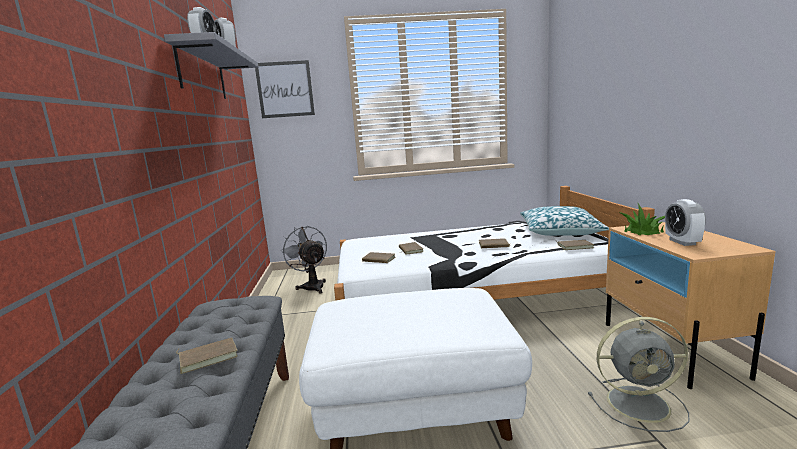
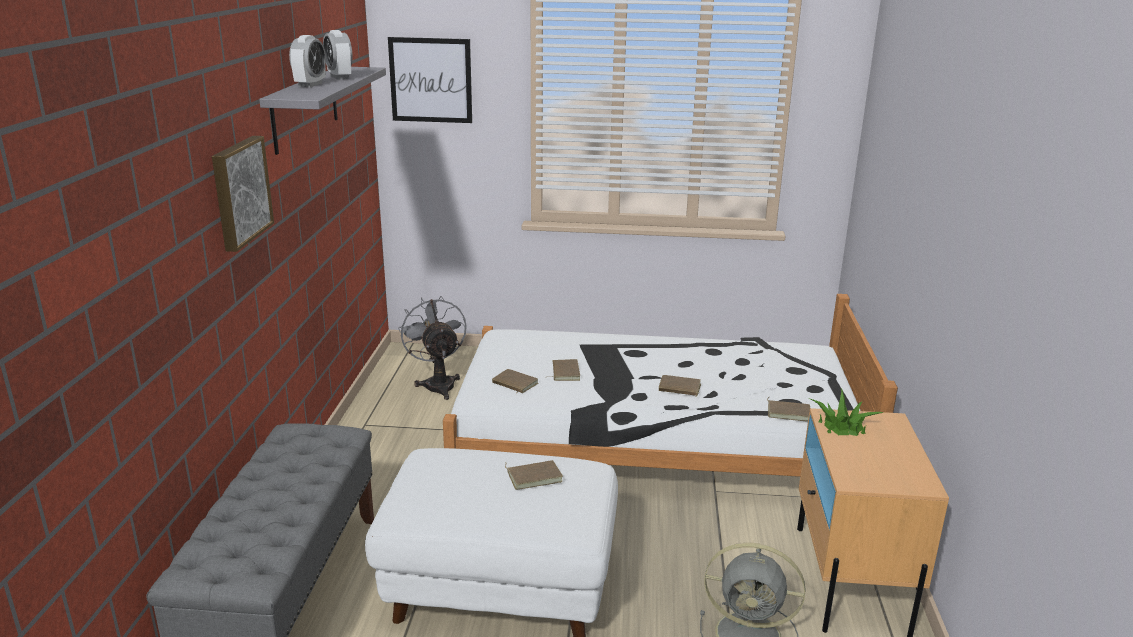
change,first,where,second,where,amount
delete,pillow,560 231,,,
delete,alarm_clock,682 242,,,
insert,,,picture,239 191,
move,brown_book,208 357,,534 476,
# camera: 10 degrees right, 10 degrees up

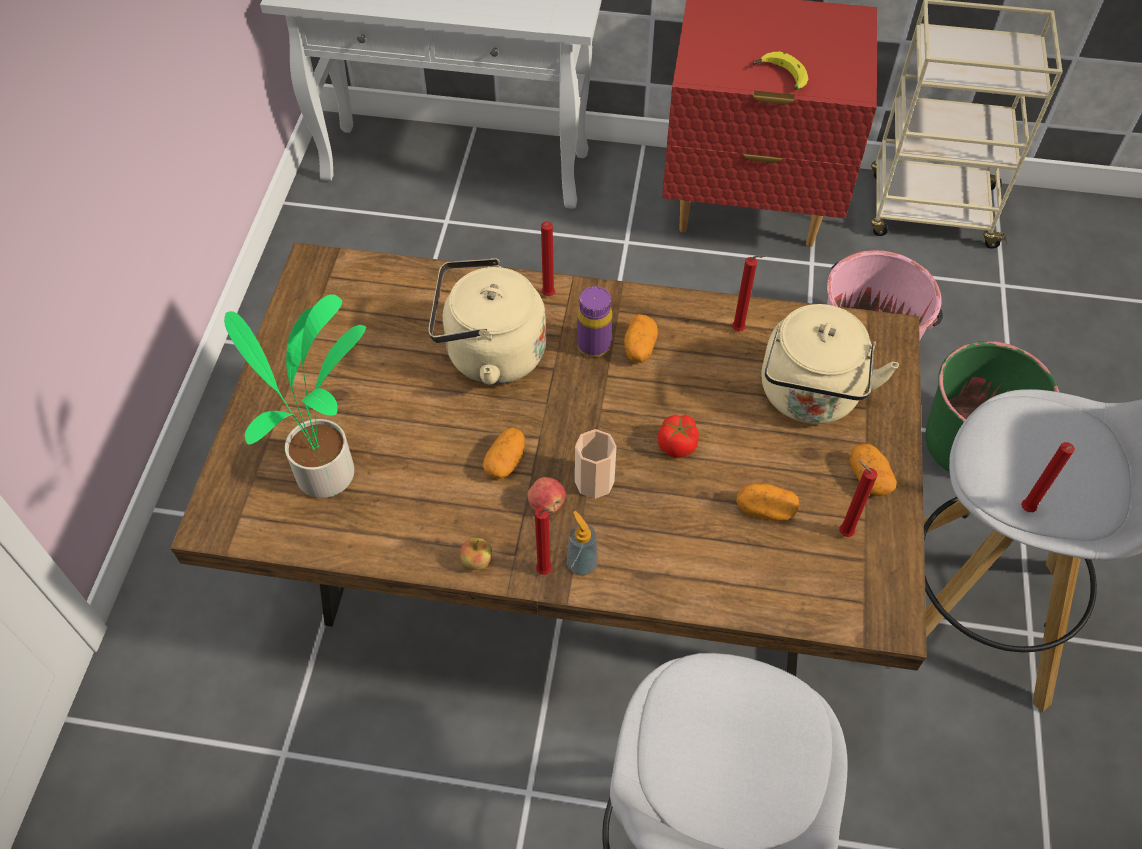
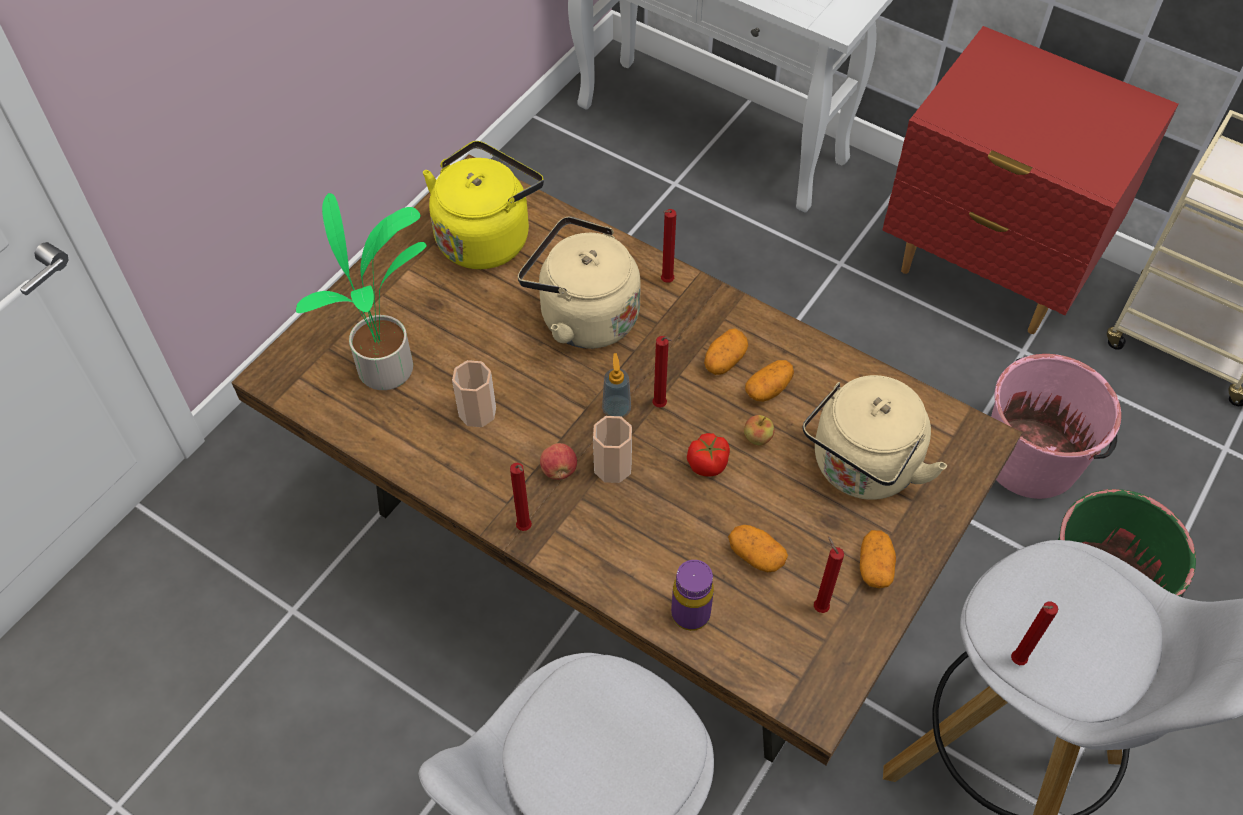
change,first,where,second,where,amount
delete,banana,780 77,,,
insert,,,yellow_kettle,486 236,
insert,,,cup,477 412,
move,apple,477 561,,757 438,
move,potato,505 461,,768 389,
move,soap_dispenser,582 564,,616 409,
move,purple_bottle,593 345,,690 614,
move,red_candle,740 330,,661 406,
# camera: 25 degrees right, 0 degrees up

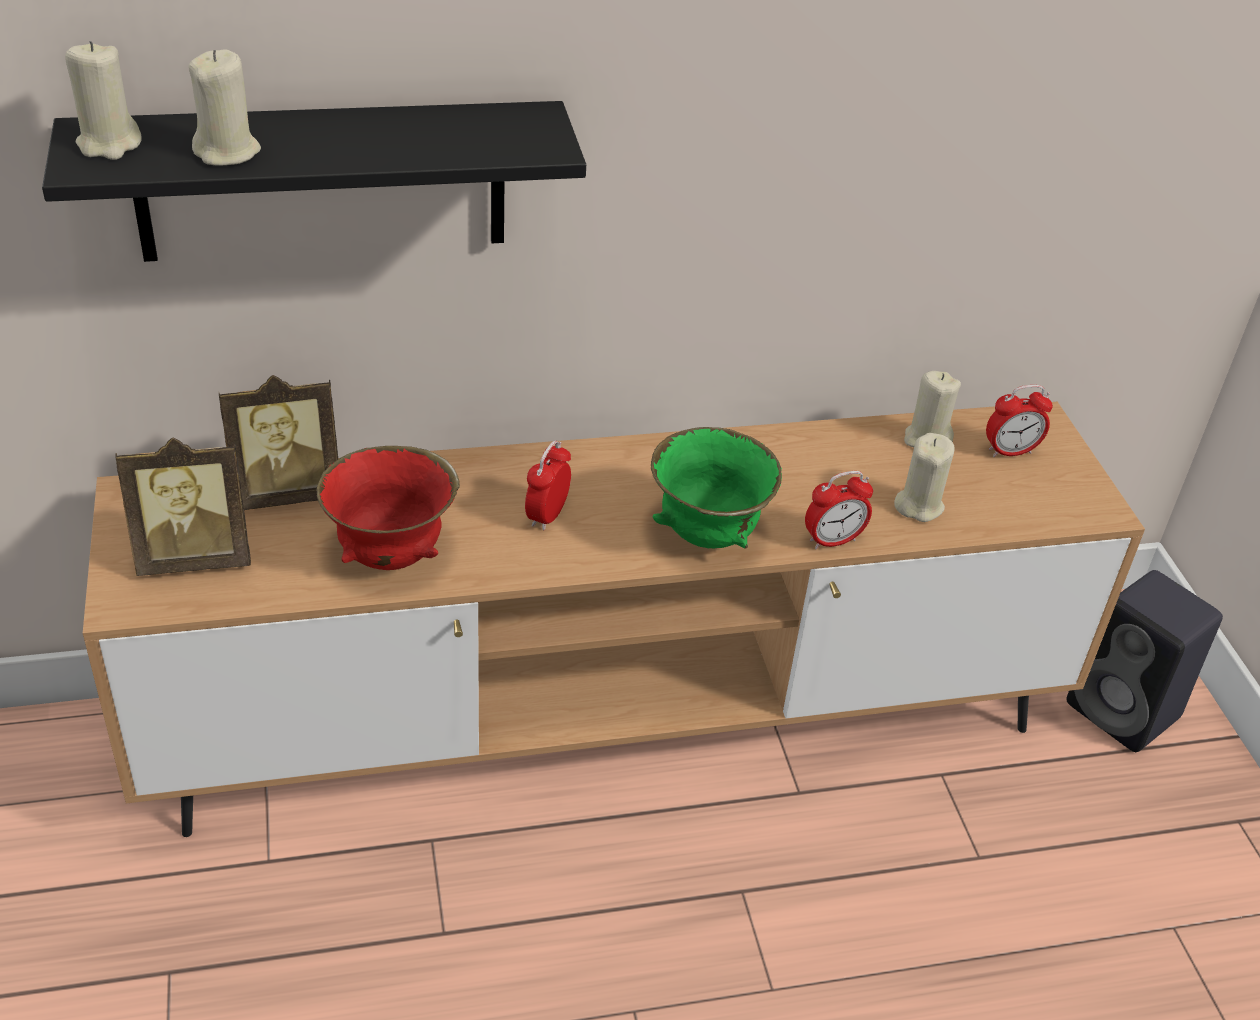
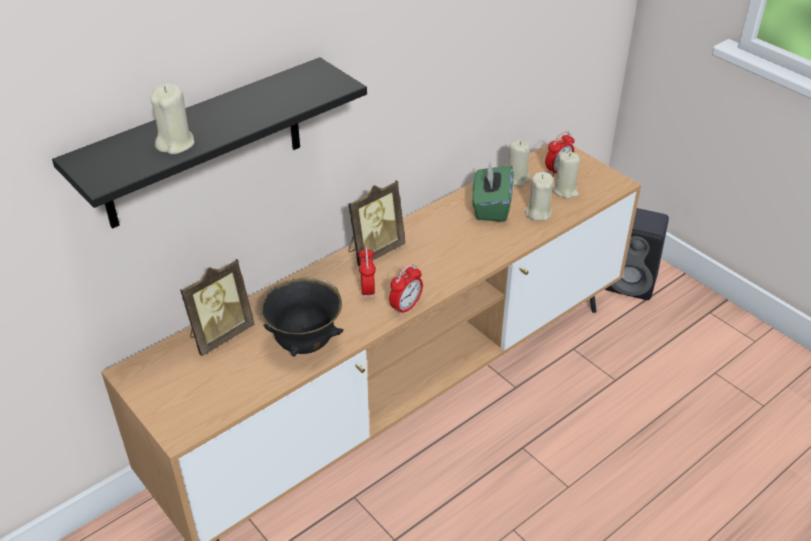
change,first,where,second,where,amount
delete,green_bowl,707 536,,,
insert,,,green_tissue_box,491 207,
move,beige_candle,109 144,,565 191,
move,picture_frame,195 557,,374 251,
move,alarm_clock,832 540,,406 307,
recolor,red_bowl,392 556,black_bowl,306 344,
# camera: 25 degrees left, 0 degrees up

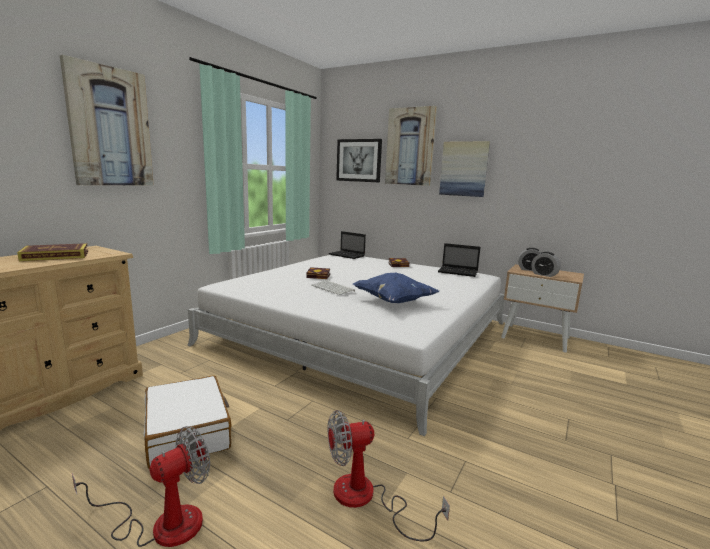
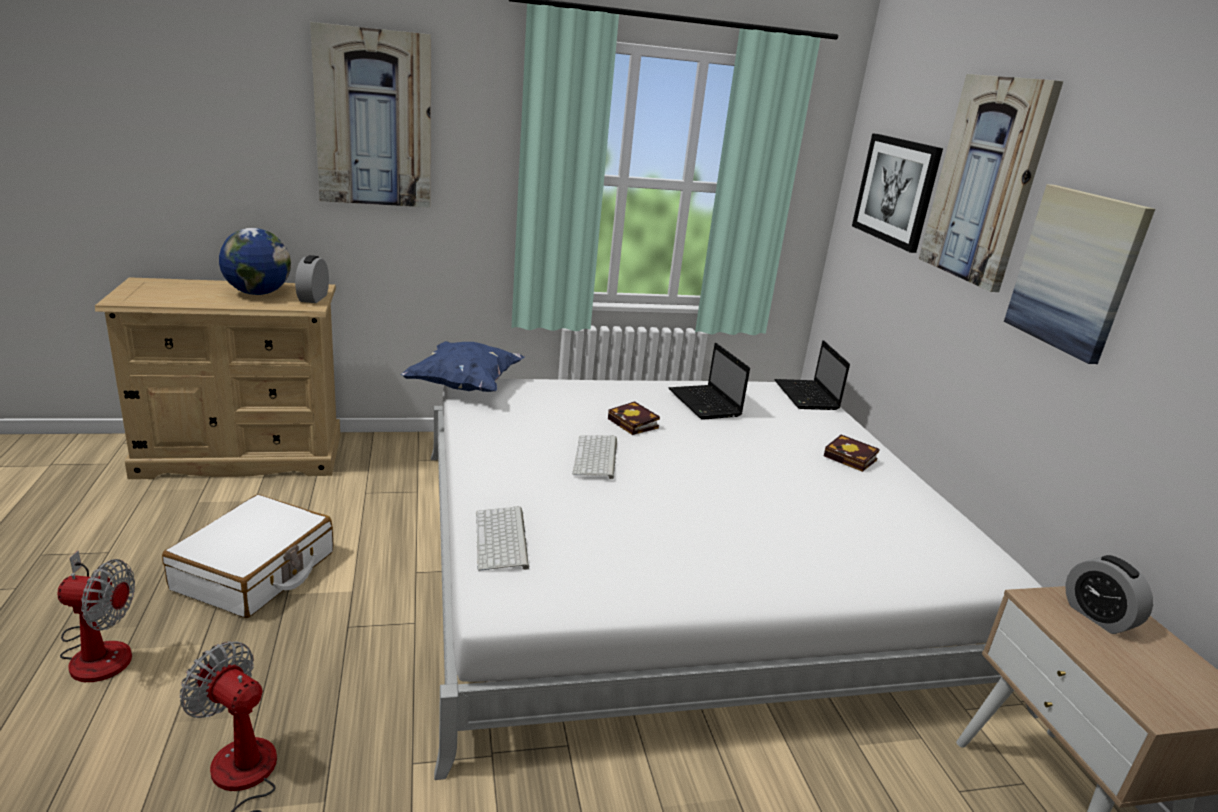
change,first,where,second,where,amount
insert,,,keyboard,503 540,
move,blue_pillow,393 301,,465 386,
move,laptop,458 272,,705 404,
move,alarm_clock,544 275,,313 298,
replace,book,56 256,globe,258 293,
# camera: 45 degrees right, 10 degrees up

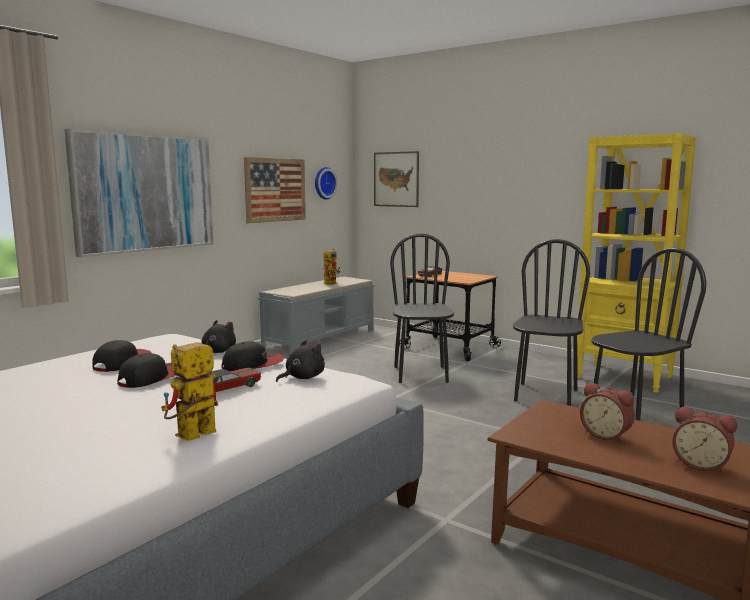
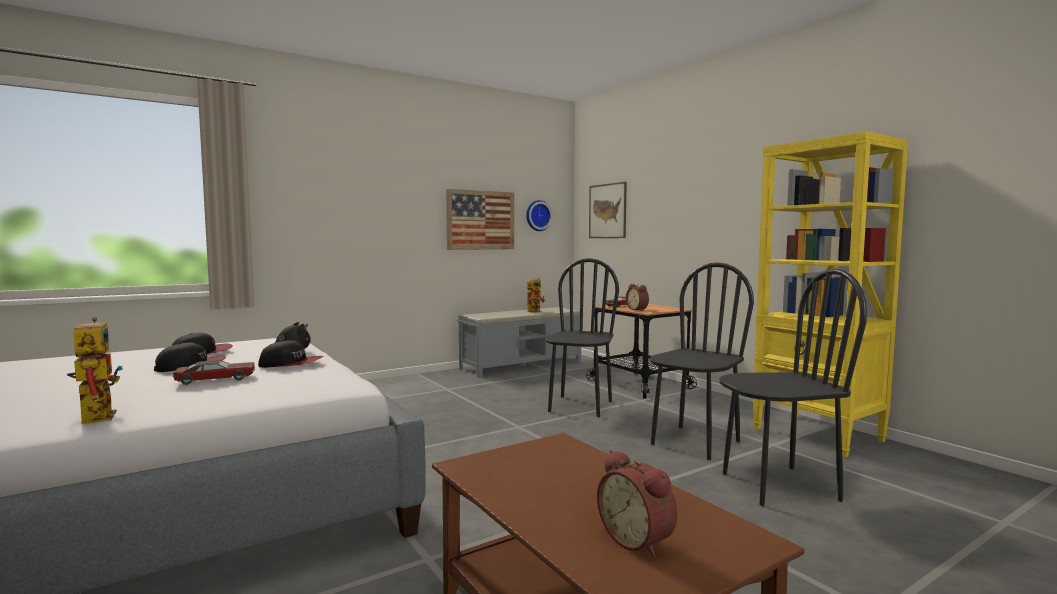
change,first,where,second,where,amount
delete,picture,144 192,,,
delete,black_plush_toy,302 378,,,
move,alarm_clock,606 435,,638 309,
rotate,toy_robot,190 437,,95 415,90 degrees clockwise
# camera: 20 degrees right, 5 degrees down

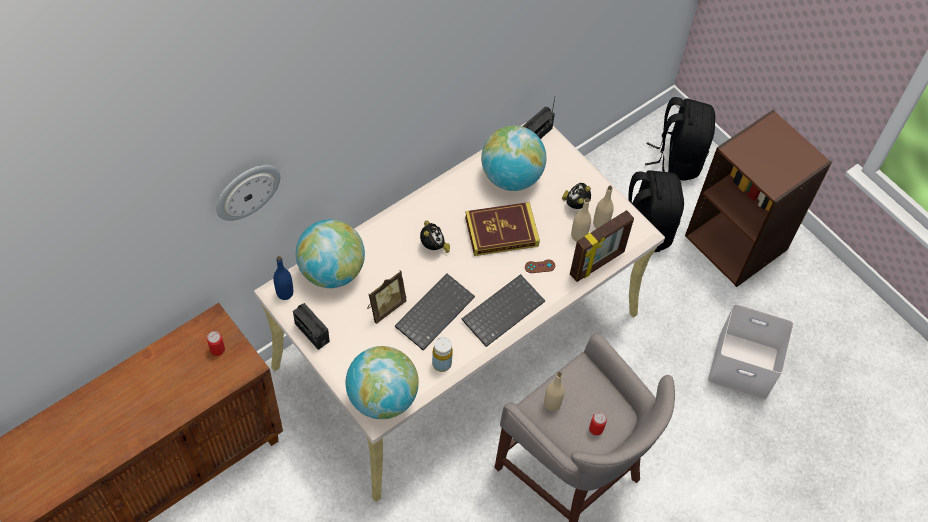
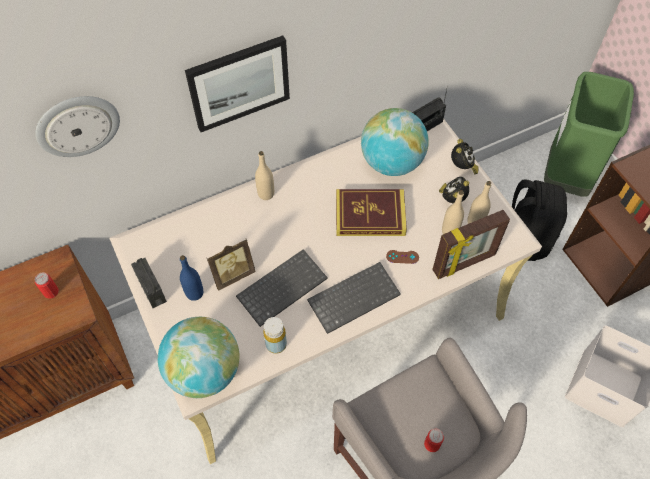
change,first,where,second,where,amount
delete,globe,331 271,,,
insert,,,picture,239 83,
move,blue_bottle,285 293,,194 293,
move,alarm_clock,433 247,,462 167,
move,beige_bottle,552 404,,266 194,
replace,black_backpack,677 159,green_trash_can,565 177,
# camera: 15 degrees right, 0 degrees up

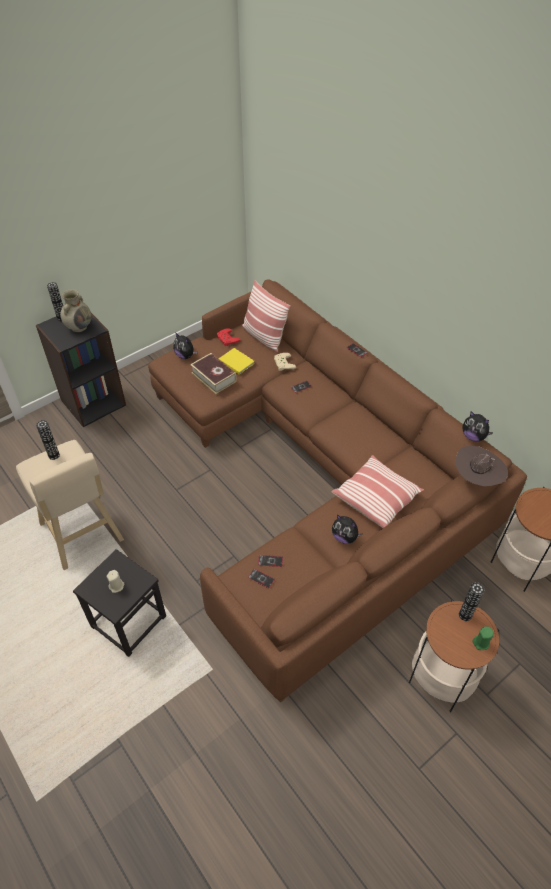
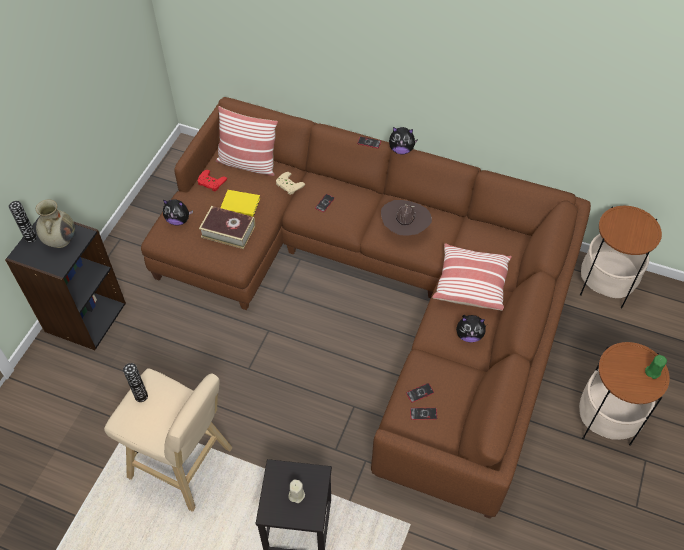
change,first,where,second,where,amount
delete,vase,465 615,,,
move,brown_hat,476 478,,404 229,
move,plush_toy,473 436,,401 150,
# camera: 30 degrees left, 5 degrees up

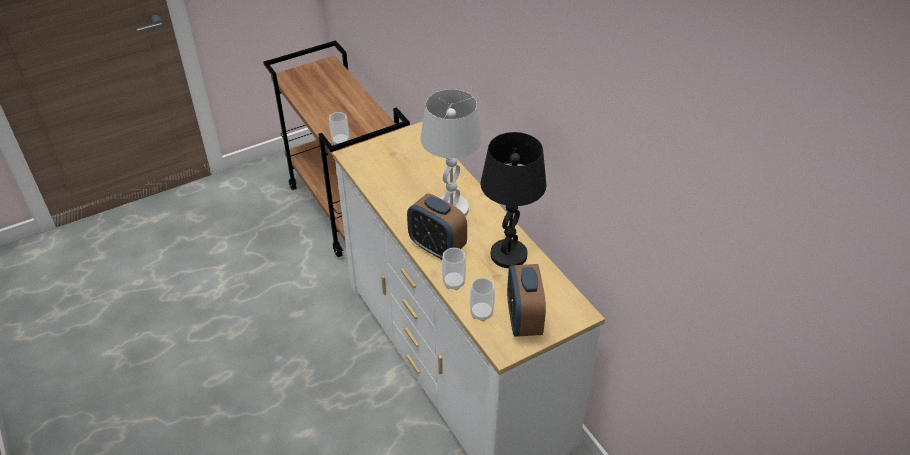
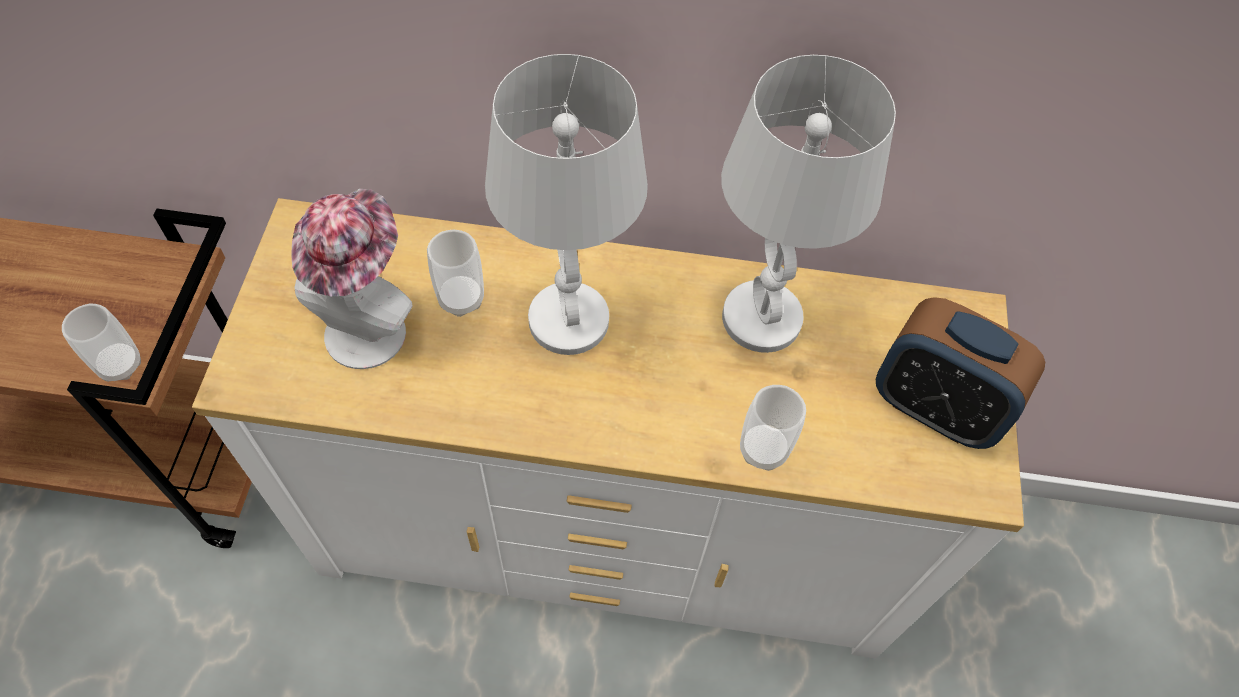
change,first,where,second,where,amount
delete,alarm_clock,437 247,,,
insert,,,hat,370 324,
move,cup,481 313,,461 299,
recolor,black_table_lamp,508 254,white_table_lamp,760 318,
# camera: 55 degrees left, 15 degrees up

